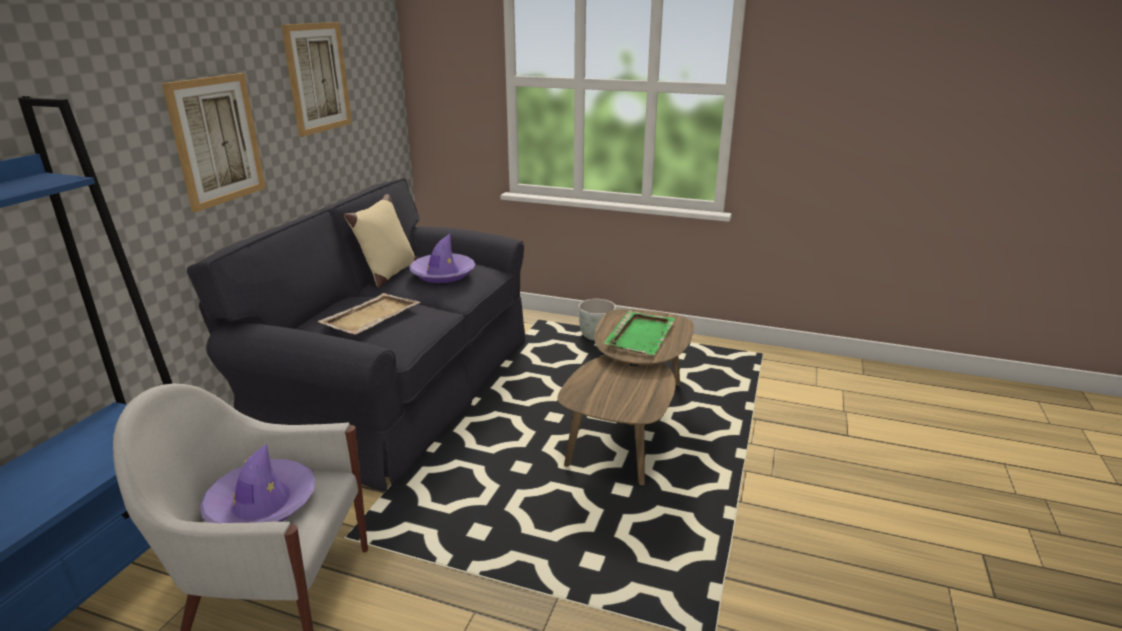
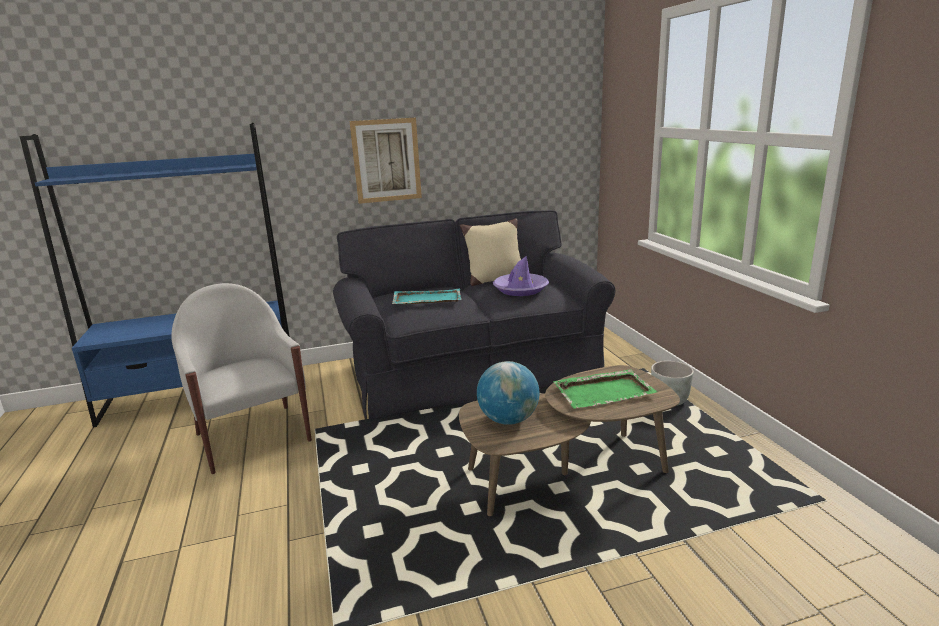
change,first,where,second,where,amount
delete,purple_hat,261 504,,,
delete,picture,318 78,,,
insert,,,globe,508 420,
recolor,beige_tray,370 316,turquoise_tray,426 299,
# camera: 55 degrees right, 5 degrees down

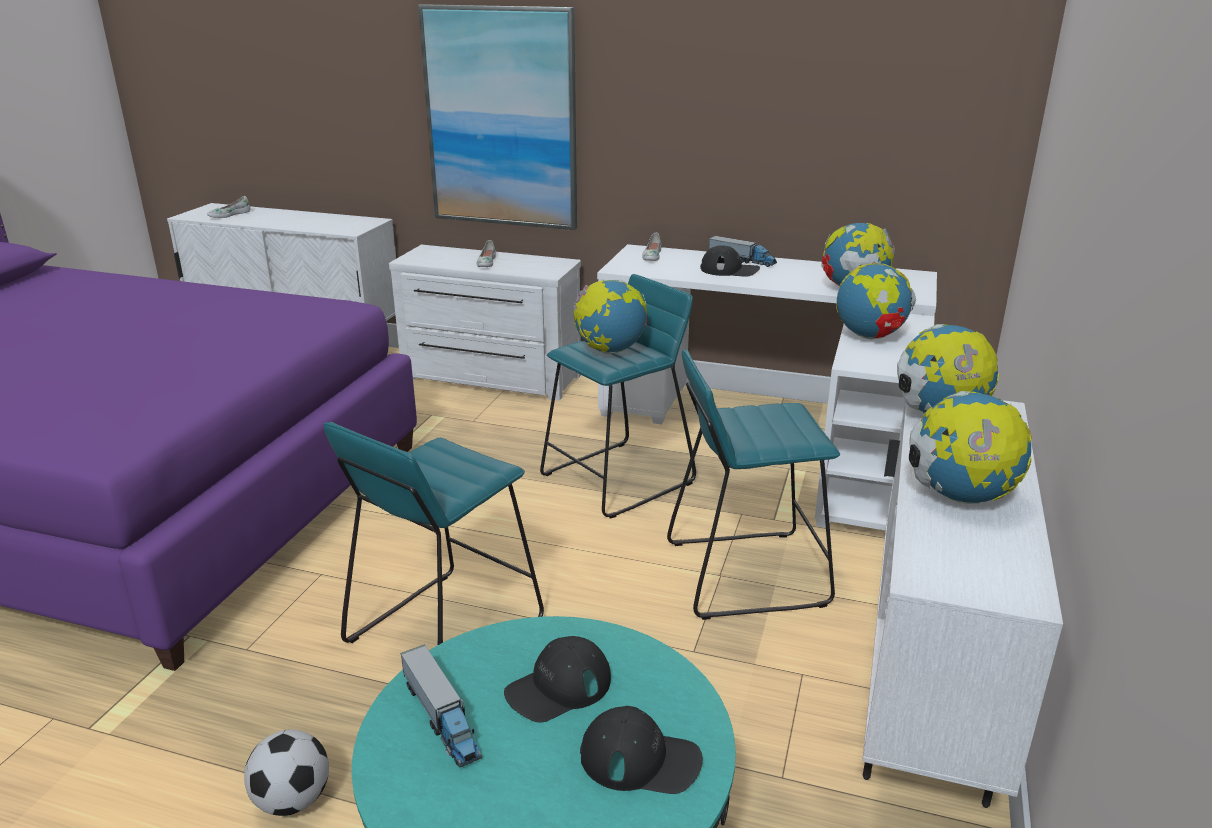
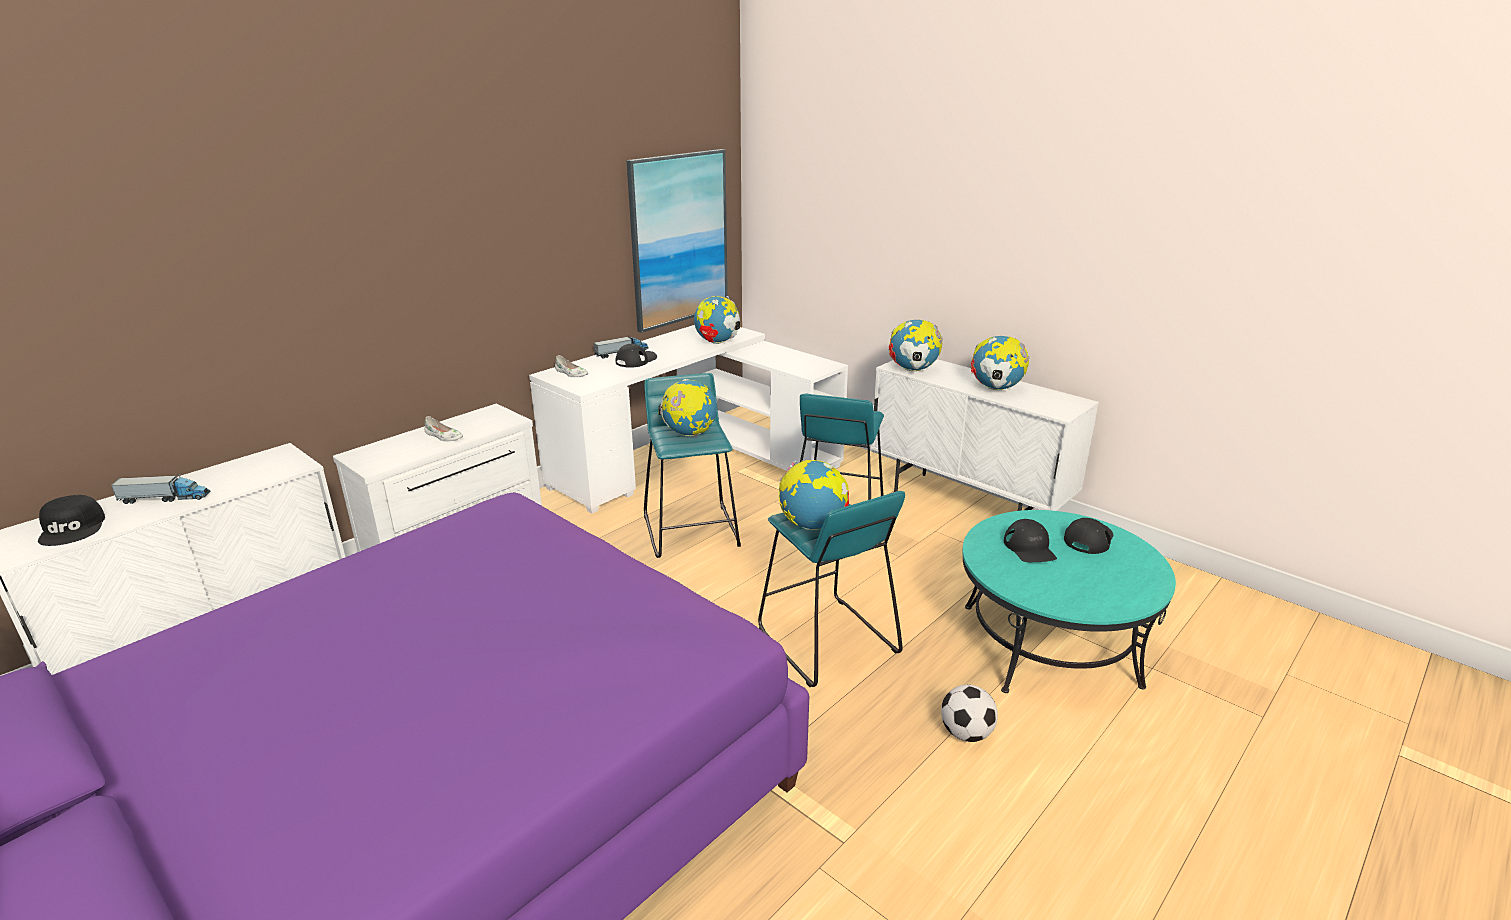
change,first,where,second,where,amount
move,toy_truck,441 719,,165 498,
move,picture,501 119,,679 239,
move,globe,870 337,,812 525,
replace,white_shoe,229 215,black_cap,74 528,
# camera: 65 degrees left, 0 degrees up

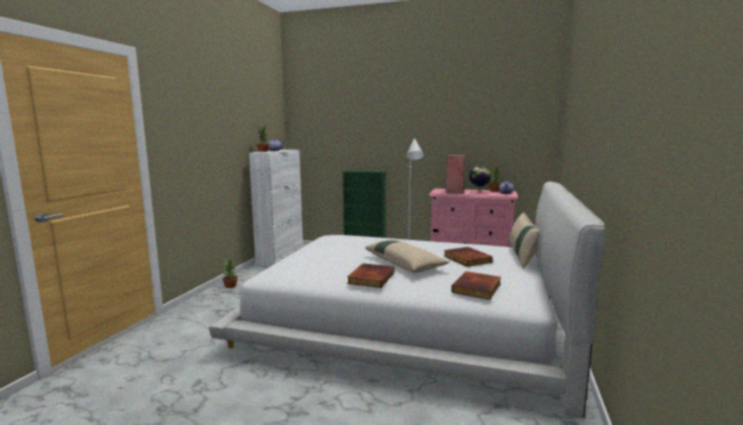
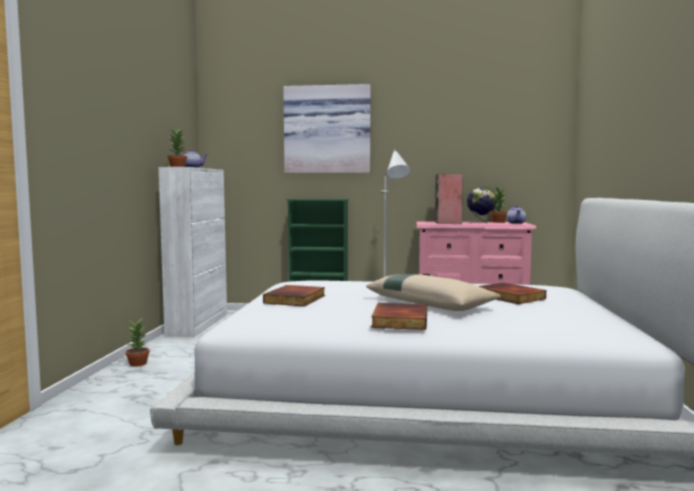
change,first,where,second,where,amount
delete,beige_pillow,522 256,,,
insert,,,picture,327 130,
move,book,477 288,,296 299,
# camera: 10 degrees left, 5 degrees down

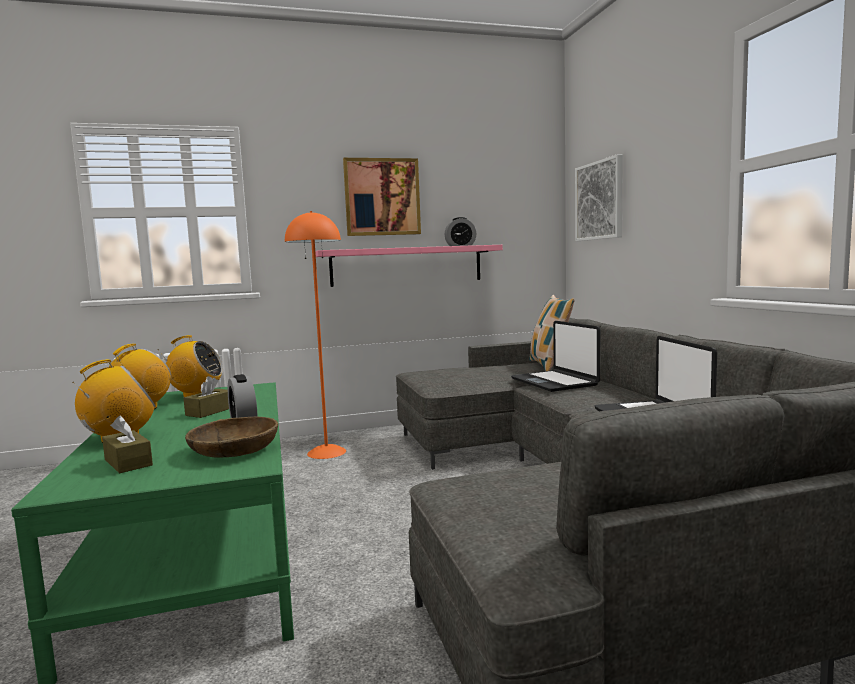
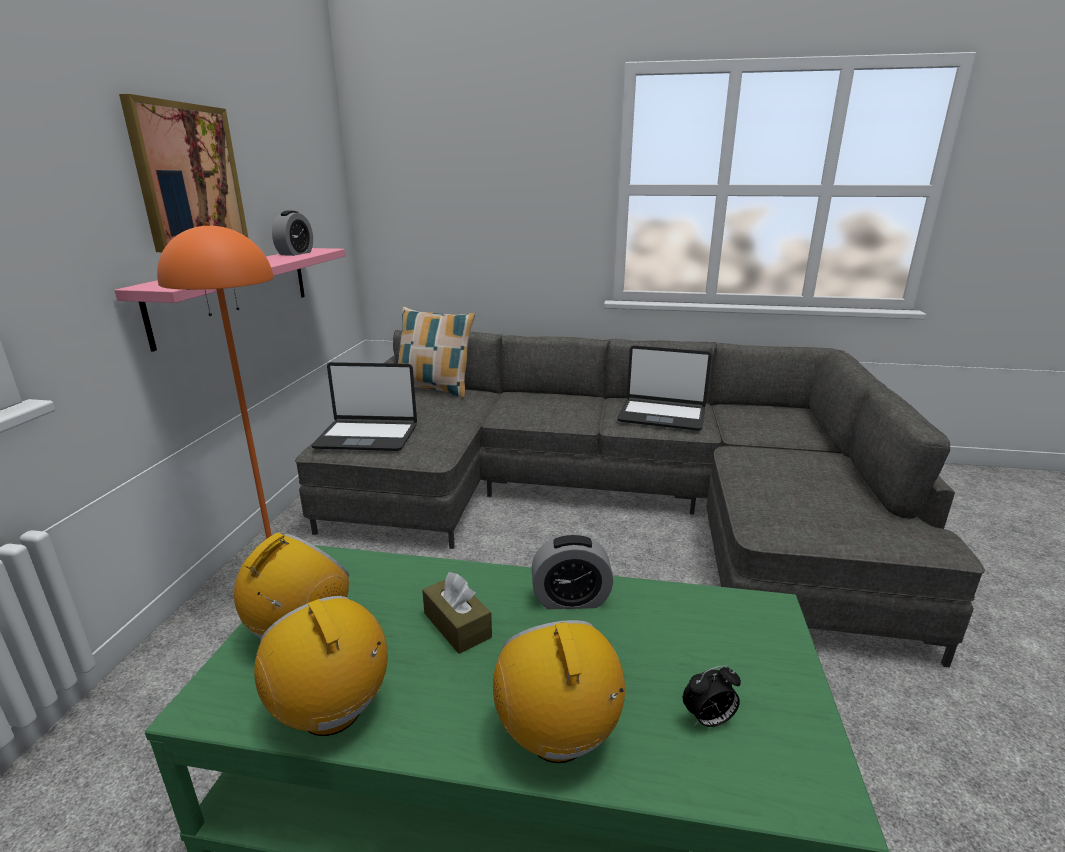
change,first,where,second,where,amount
delete,brown_bowl,234 449,,,
delete,picture,599 200,,,
move,laptop,554 382,,367 436,
replace,brown_tissue_box,128 462,alarm_clock,708 720,
# camera: 65 degrees left, 15 degrees up

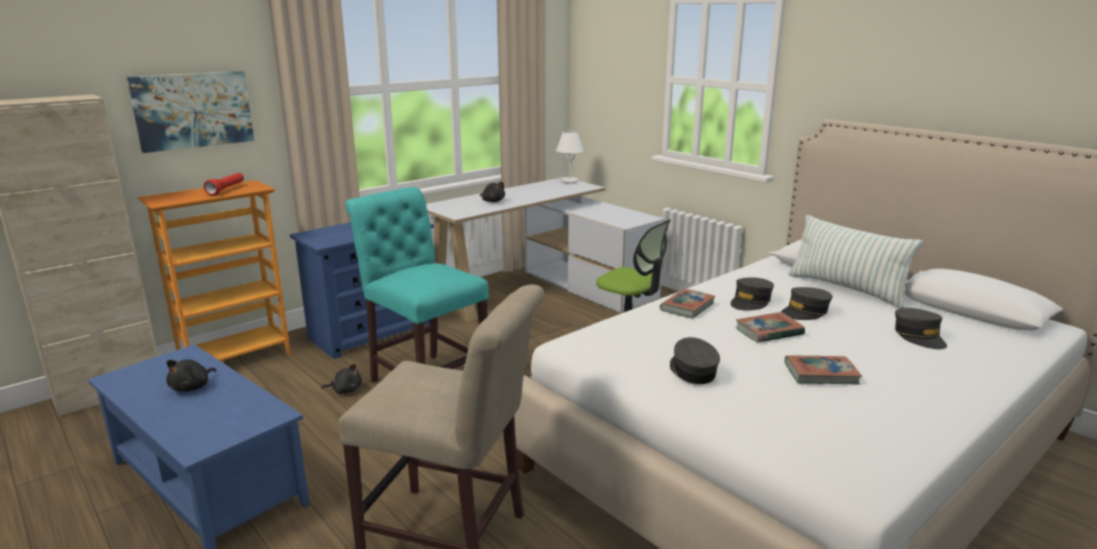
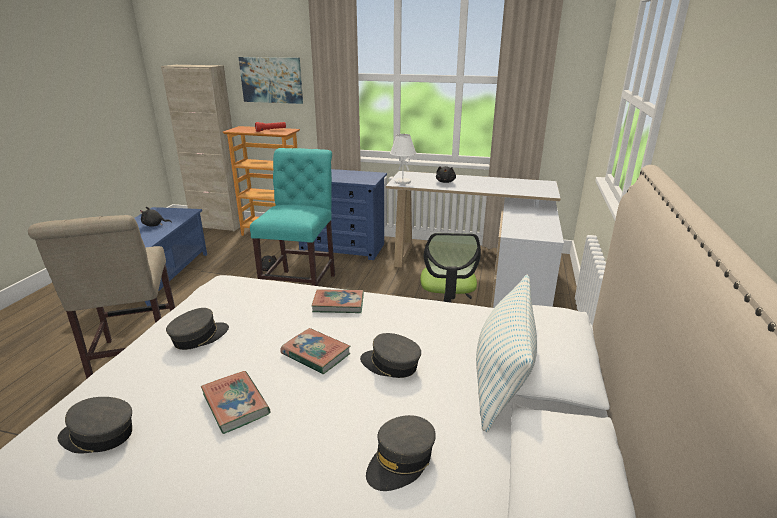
change,first,where,second,where,amount
move,white_table_lamp,569 181,,402 182,
move,grey_cap,750 302,,98 435,
# camera: 55 degrees right, 5 degrees up

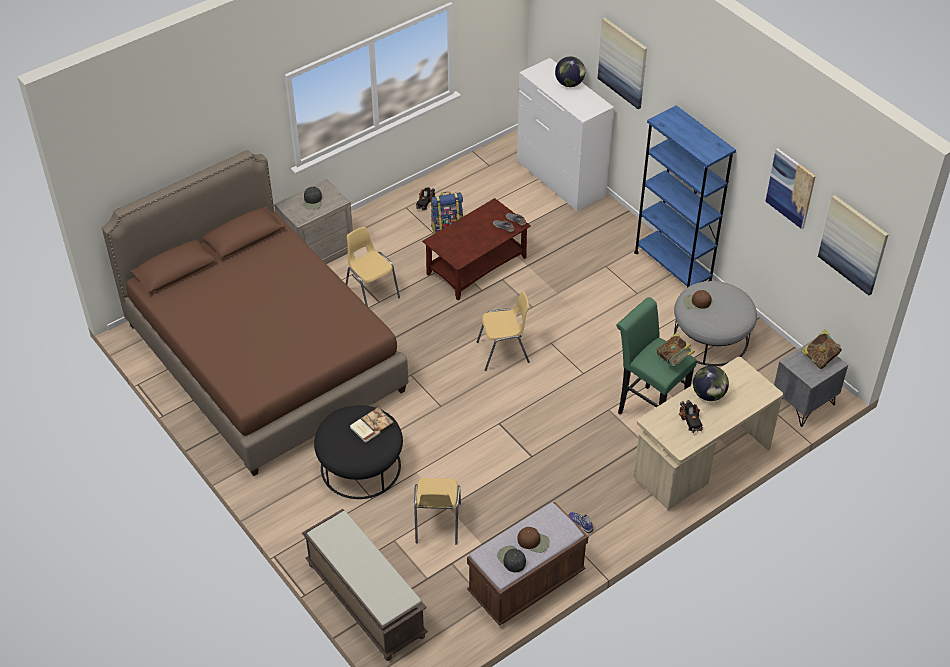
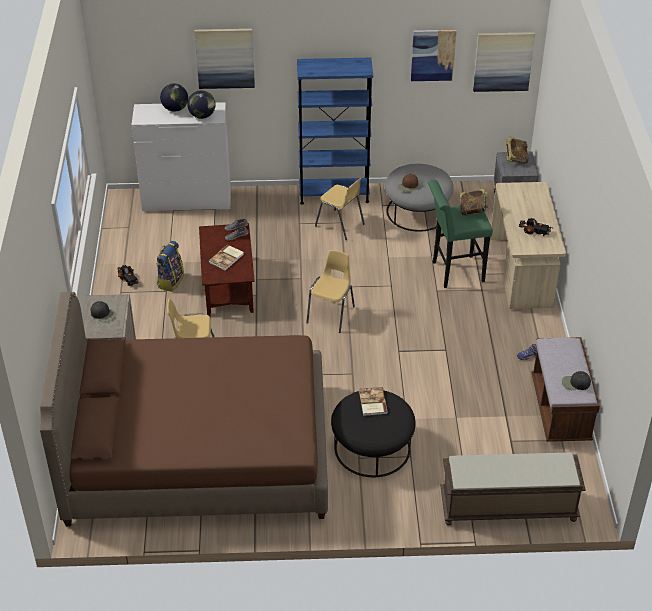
change,first,where,second,where,amount
delete,brown_cap,533 541,,,
insert,,,book,227 258,
move,yellow_chair,437 523,,340 225,
move,globe,708 395,,202 116,
# camera: 55 degrees left, 5 degrees down

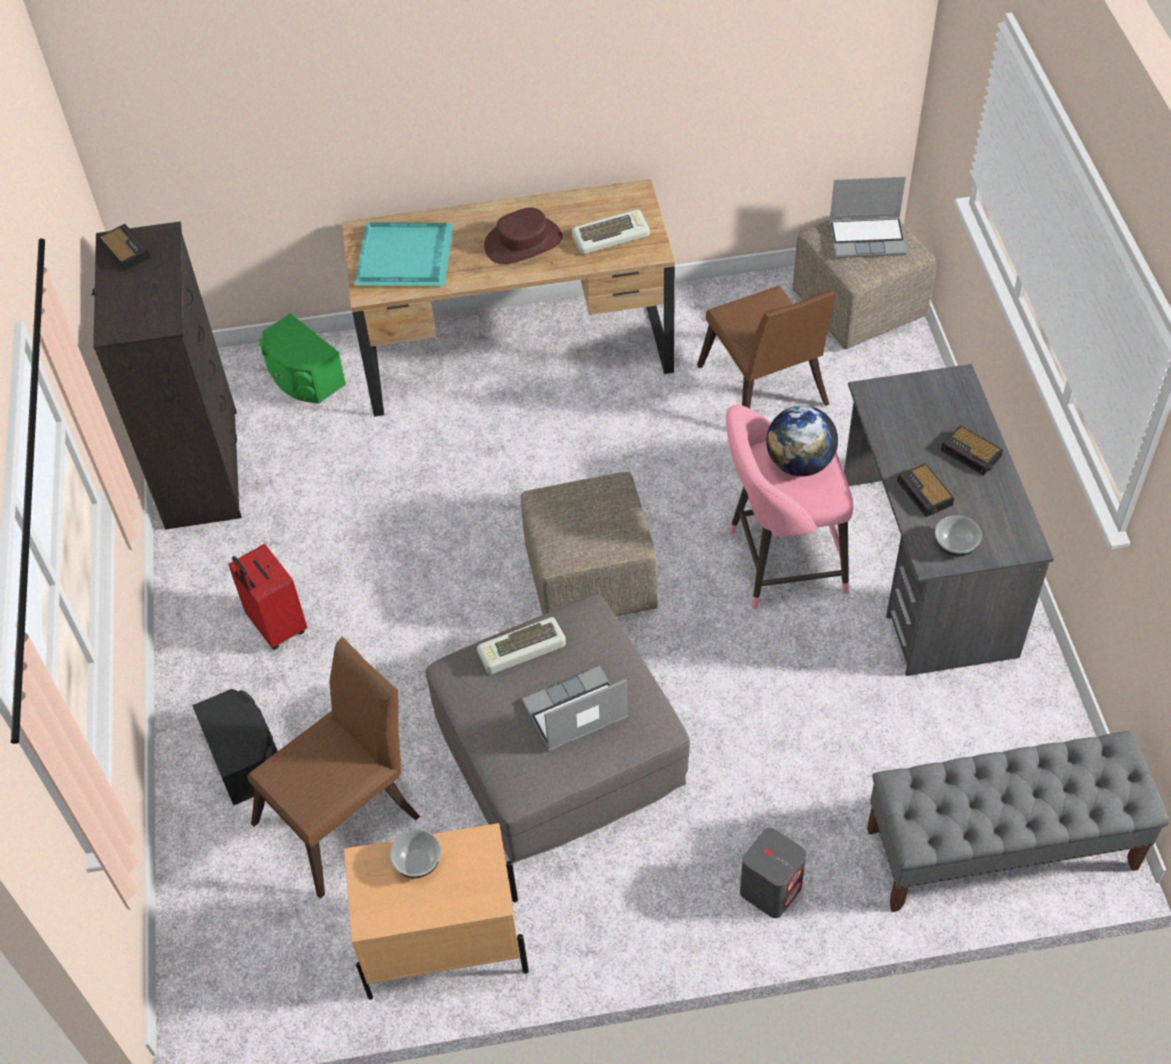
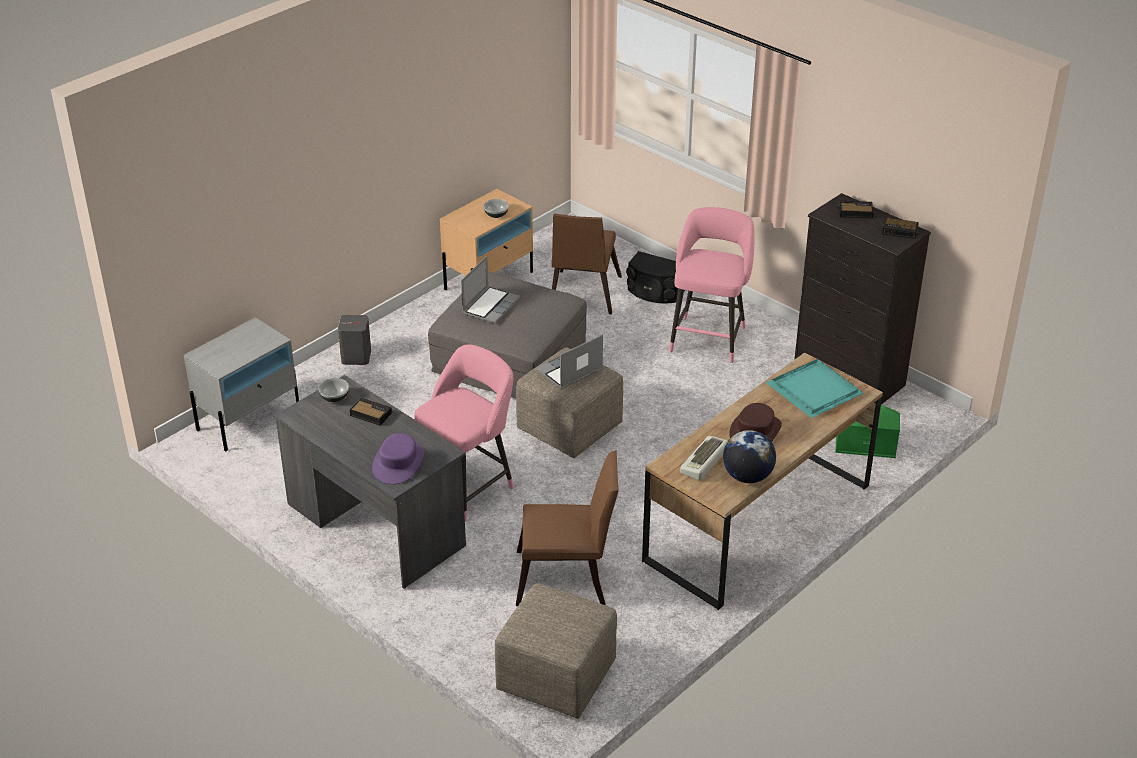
change,first,where,second,where,amount
delete,keyboard,521 651,,,
insert,,,purple_hat,398 463,
move,globe,800 463,,747 476,
move,laptop,868 238,,569 371,
move,alarm_clock,972 454,,854 212,
replace,red_suitcase,276 626,pink_stool,708 337,
replace,grey_bench,1000 849,grey_nightstand,249 419,
rotate,brown_chair,764 392,,568 579,150 degrees clockwise
# camera: 140 degrees right, 15 degrees down

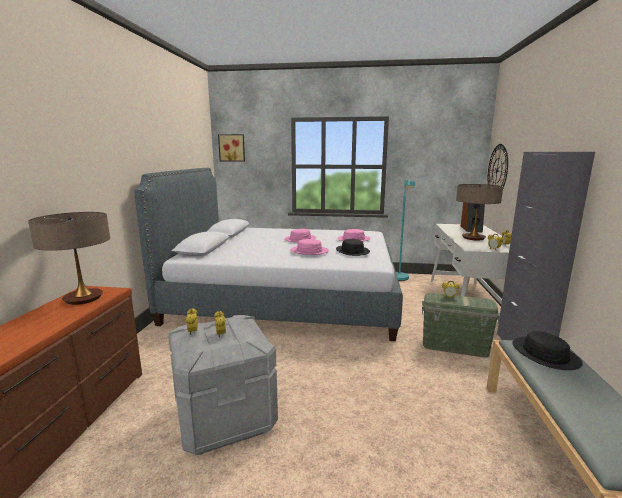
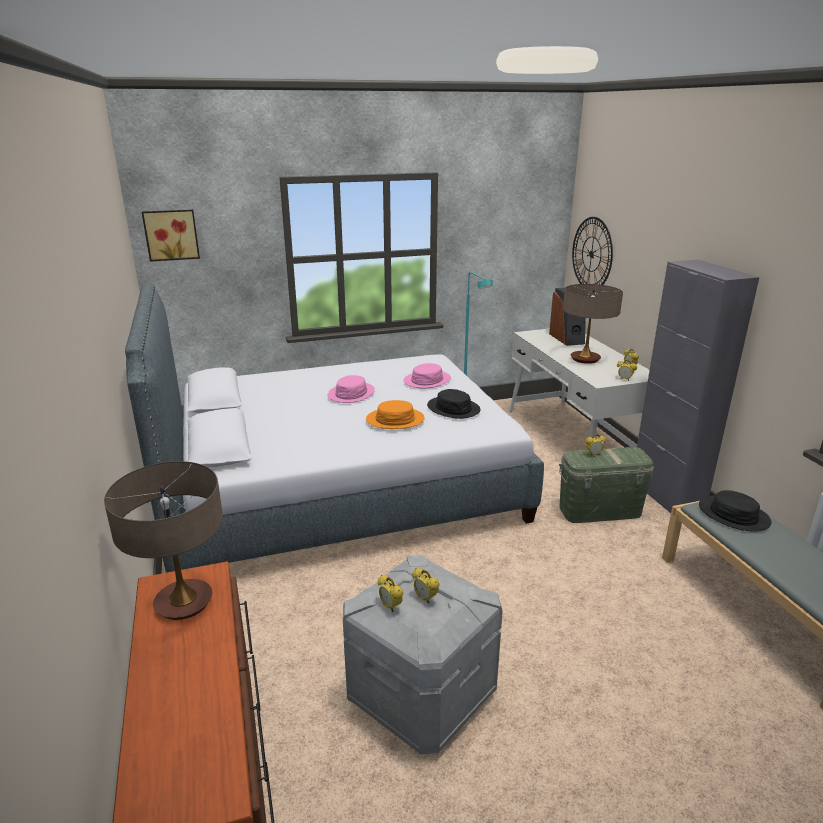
change,first,where,second,where,amount
recolor,pink_hat,309 251,orange_hat,395 420,
# camera: 25 degrees left, 10 degrees up

